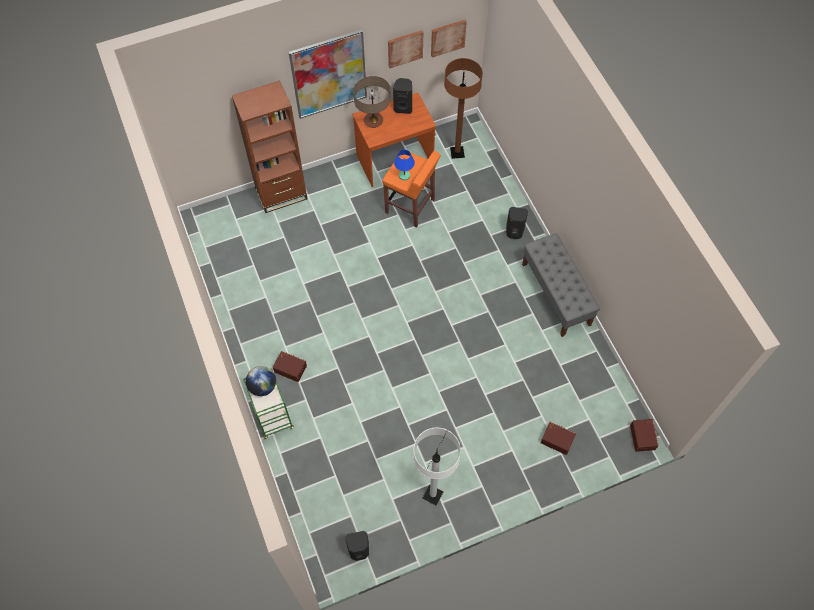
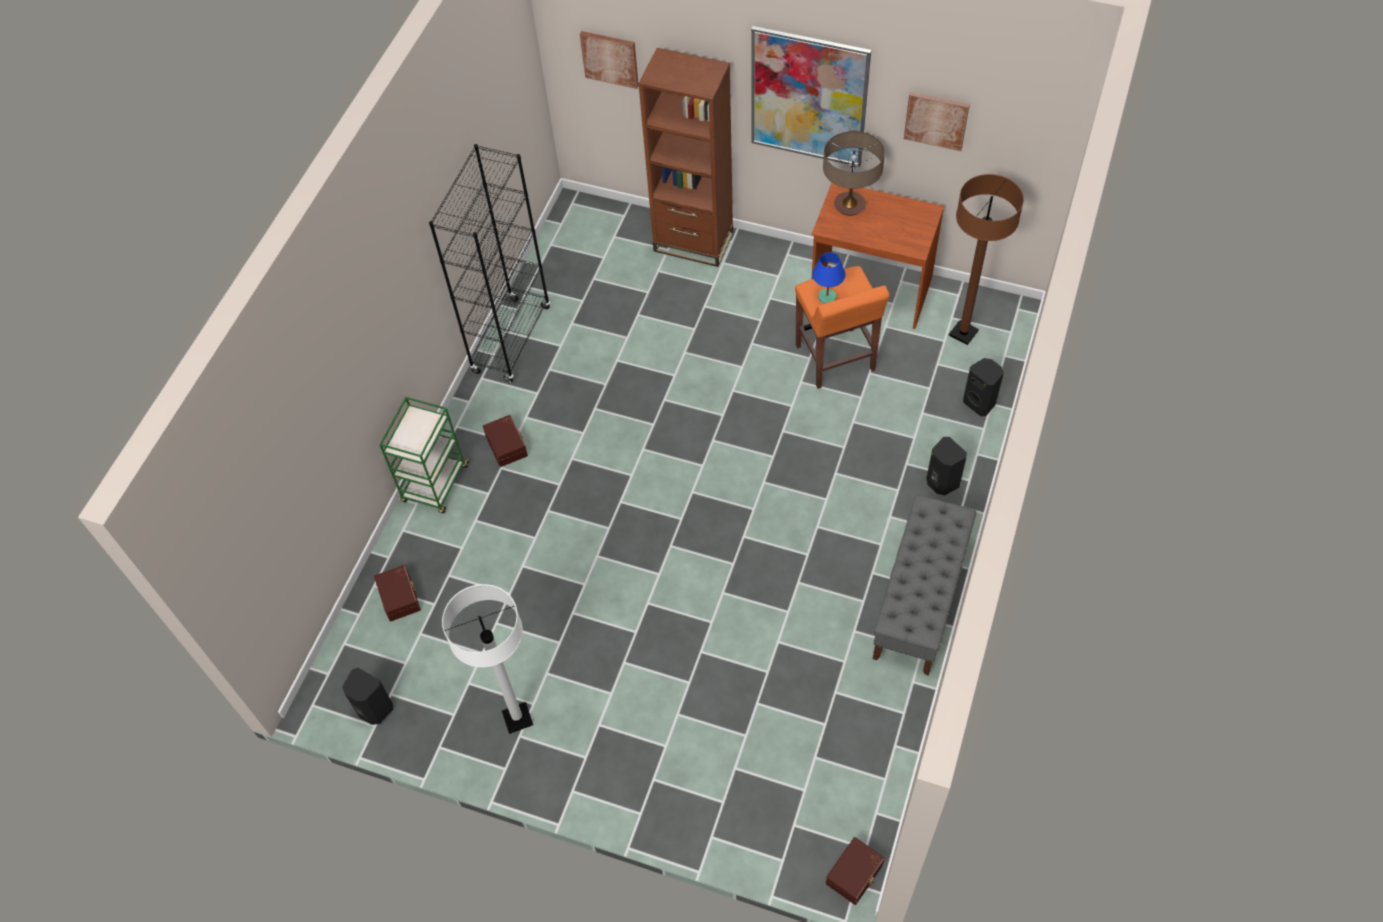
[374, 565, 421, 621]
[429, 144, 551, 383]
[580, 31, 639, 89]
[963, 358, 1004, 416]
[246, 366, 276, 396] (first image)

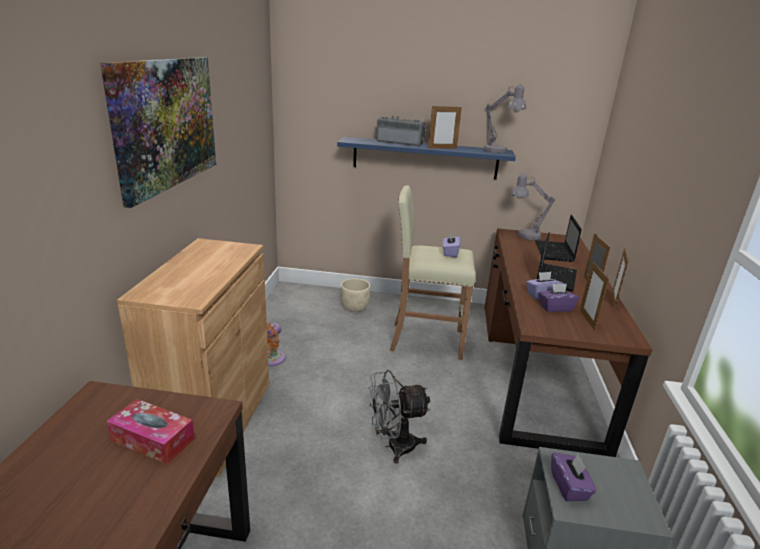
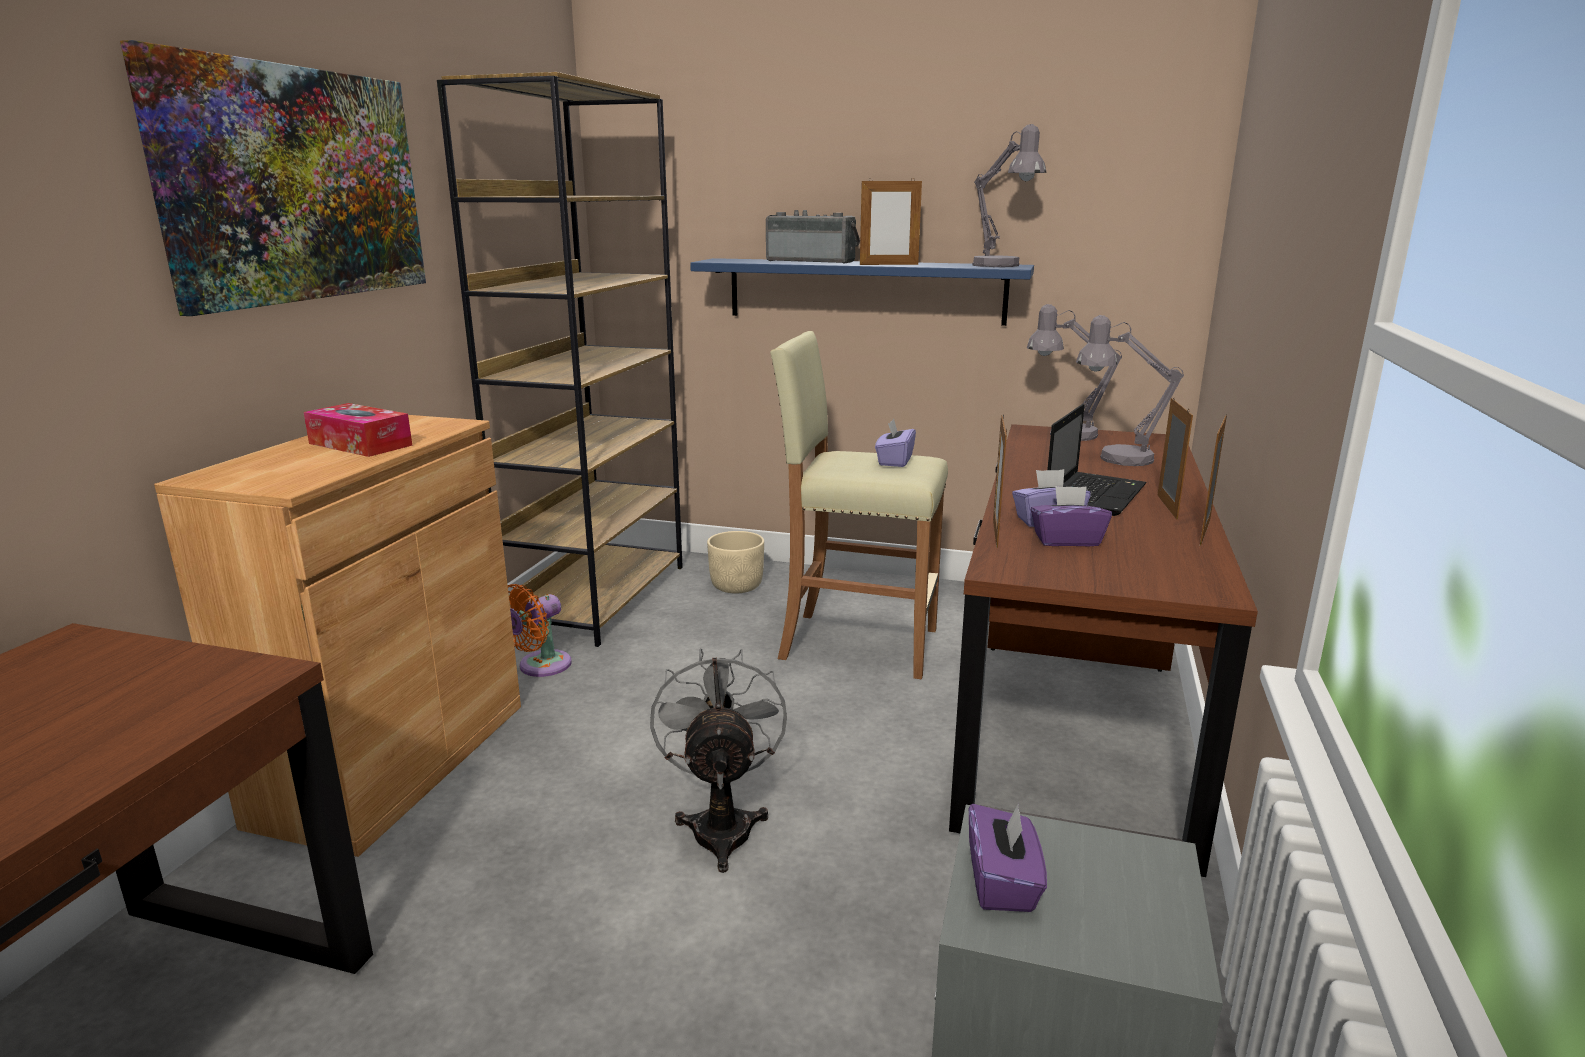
[303, 403, 412, 457]
[437, 72, 683, 647]
[650, 648, 787, 873]
[993, 414, 1007, 548]
[1076, 315, 1184, 466]

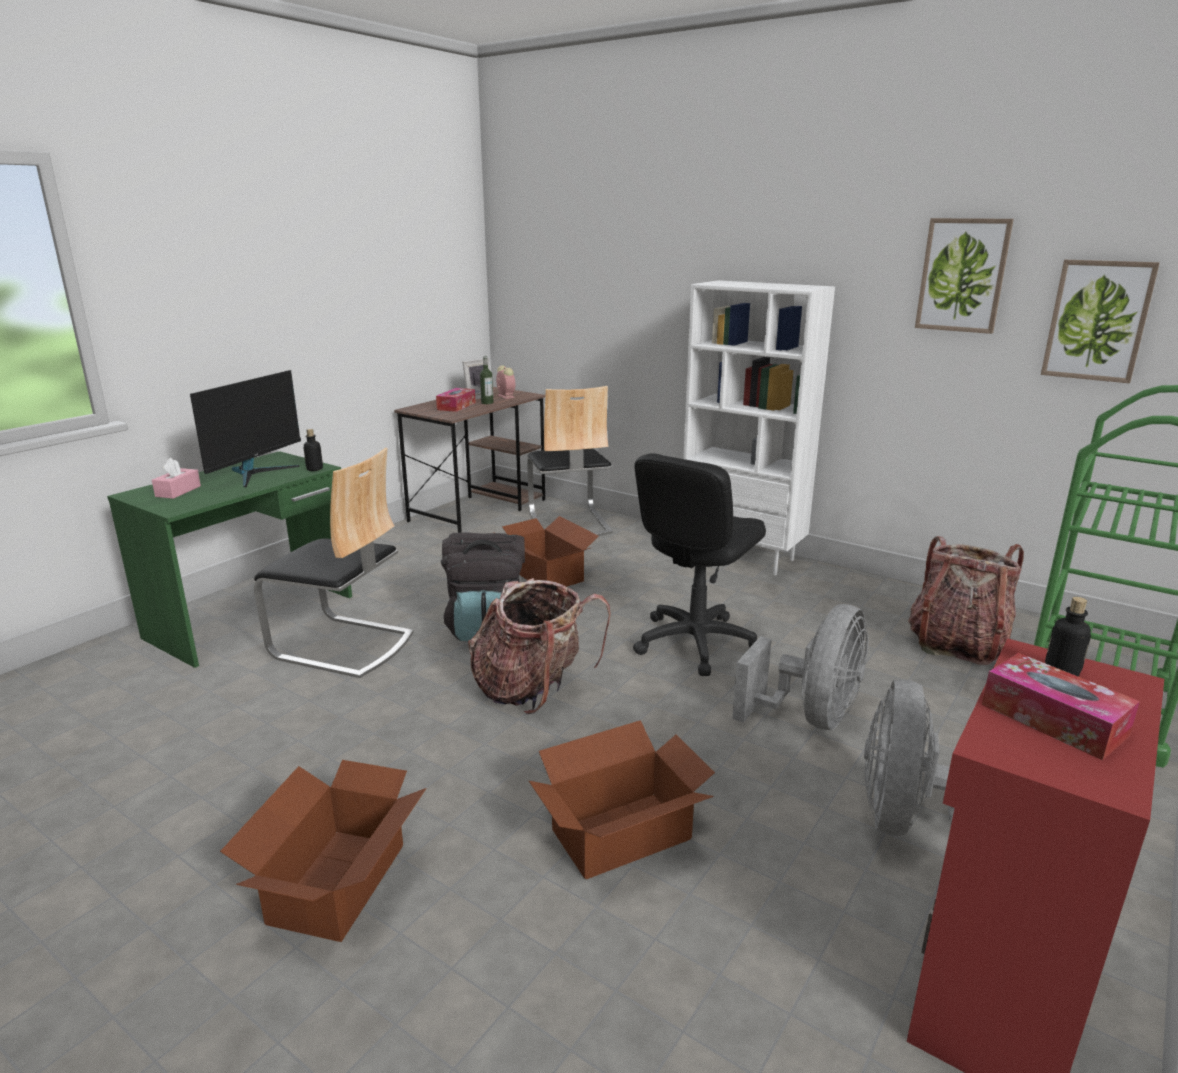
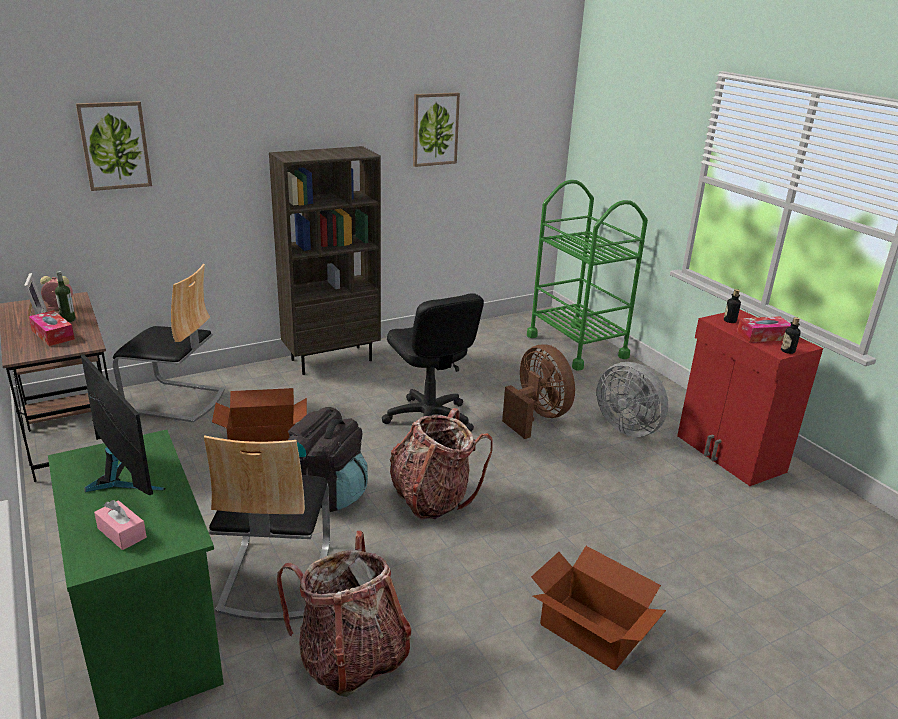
[76, 101, 152, 191]
[204, 436, 330, 621]
[269, 146, 381, 375]
[277, 531, 411, 697]
[502, 344, 575, 439]
[781, 317, 801, 354]
[529, 720, 715, 879] (first image)

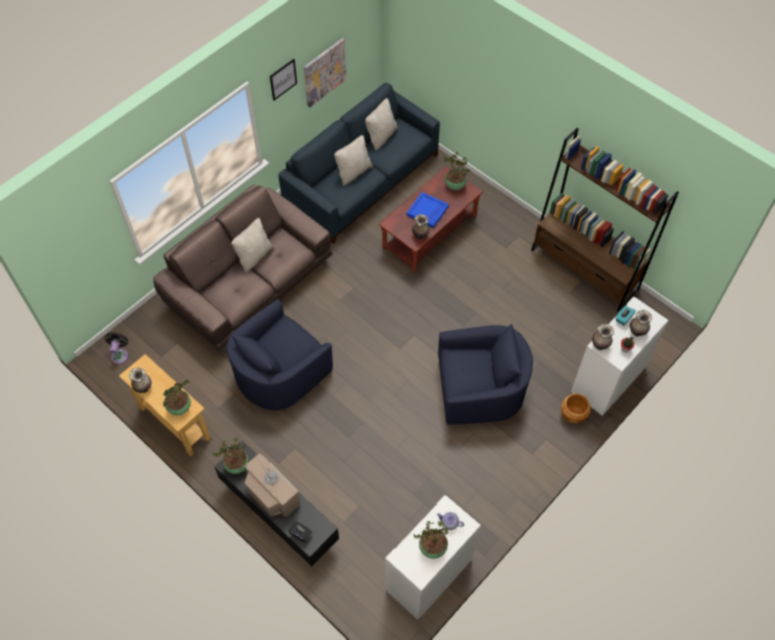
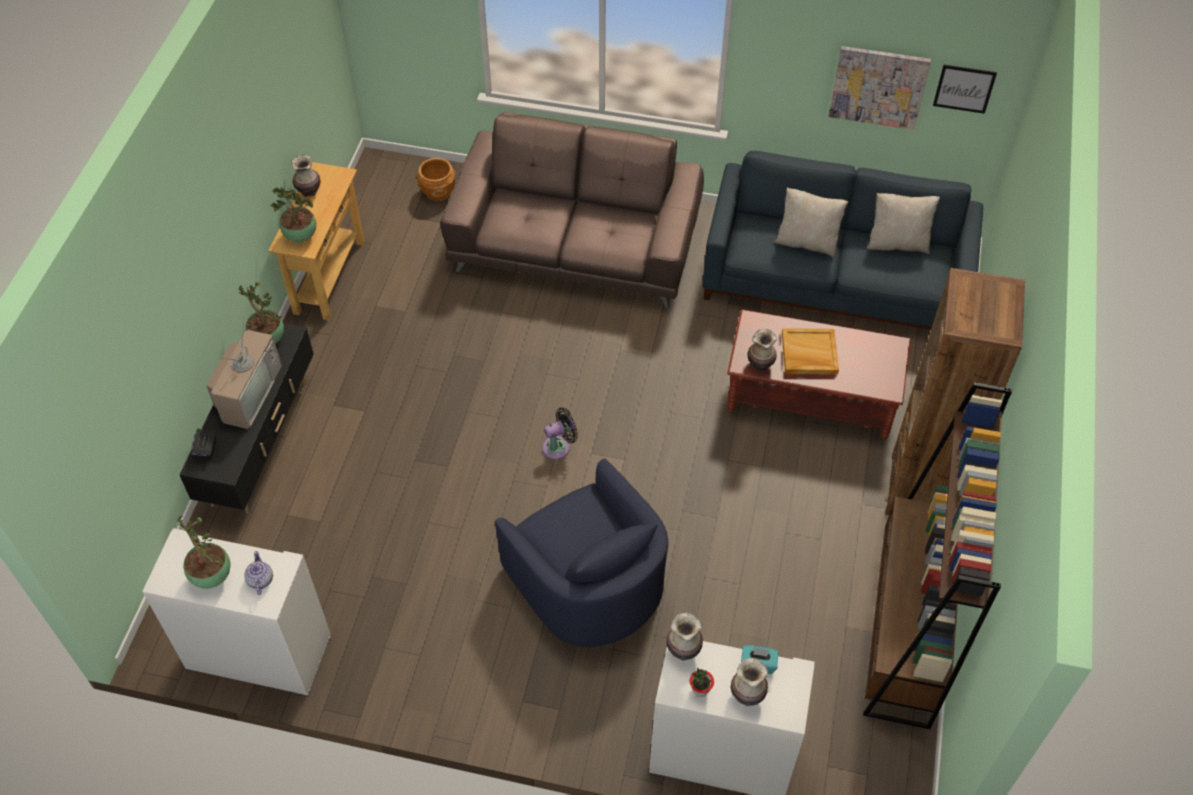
[417, 158, 456, 201]
[542, 407, 578, 460]
[782, 328, 839, 375]
[885, 268, 1025, 515]
[933, 65, 997, 114]
[226, 299, 333, 411] (first image)
[231, 218, 274, 273] (first image)
[444, 152, 470, 190] (first image)

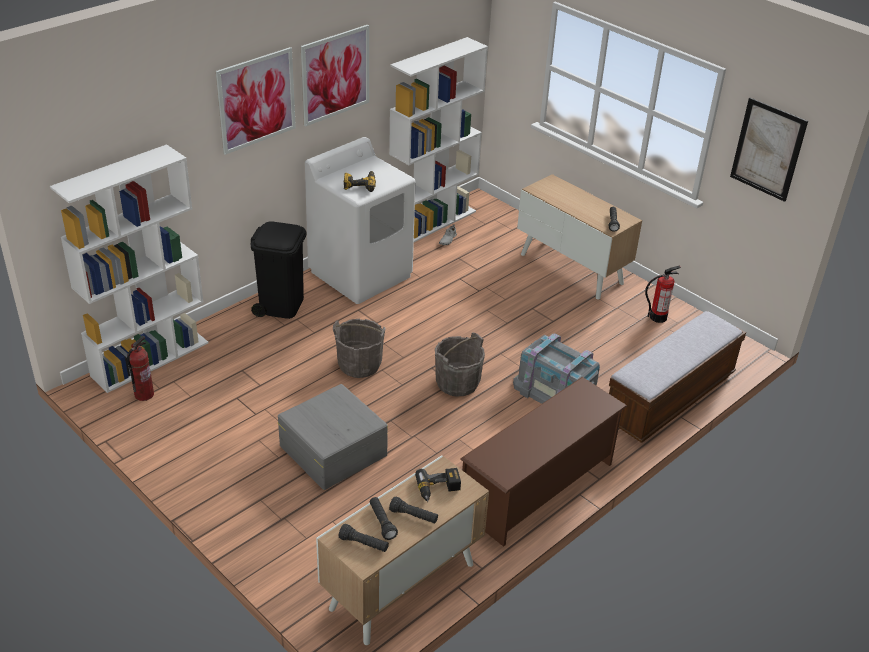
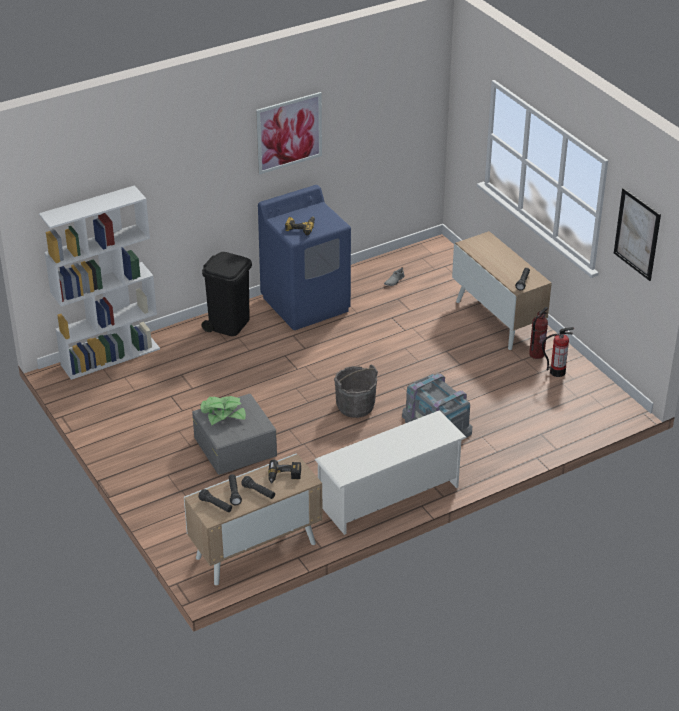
[200, 396, 246, 425]
[258, 185, 351, 330]
[314, 410, 467, 535]
[529, 307, 548, 359]
[216, 47, 296, 155] (first image)
[333, 319, 385, 378] (first image)
[389, 37, 488, 242] (first image)
[609, 311, 746, 443] (first image)

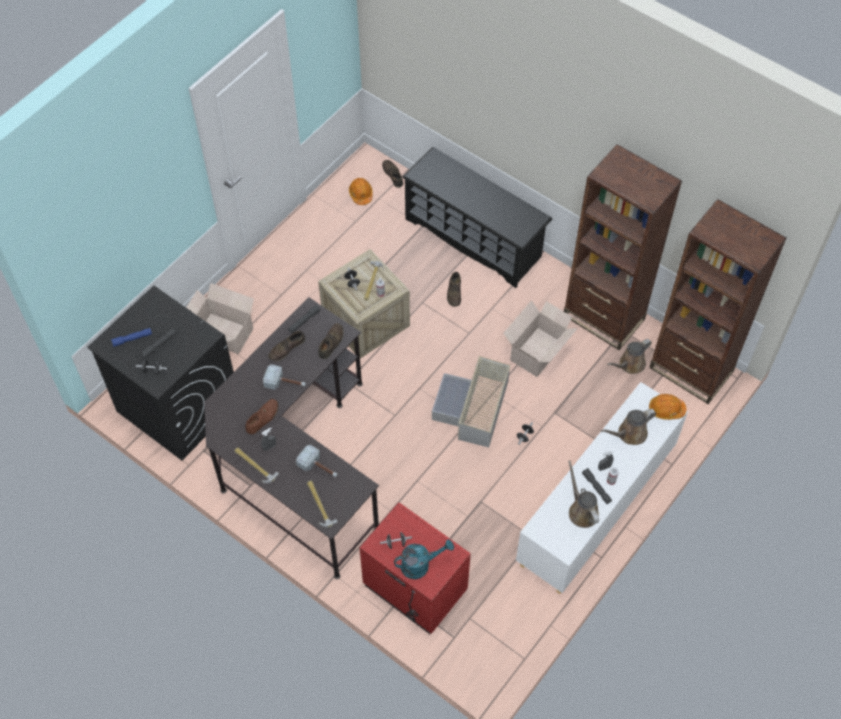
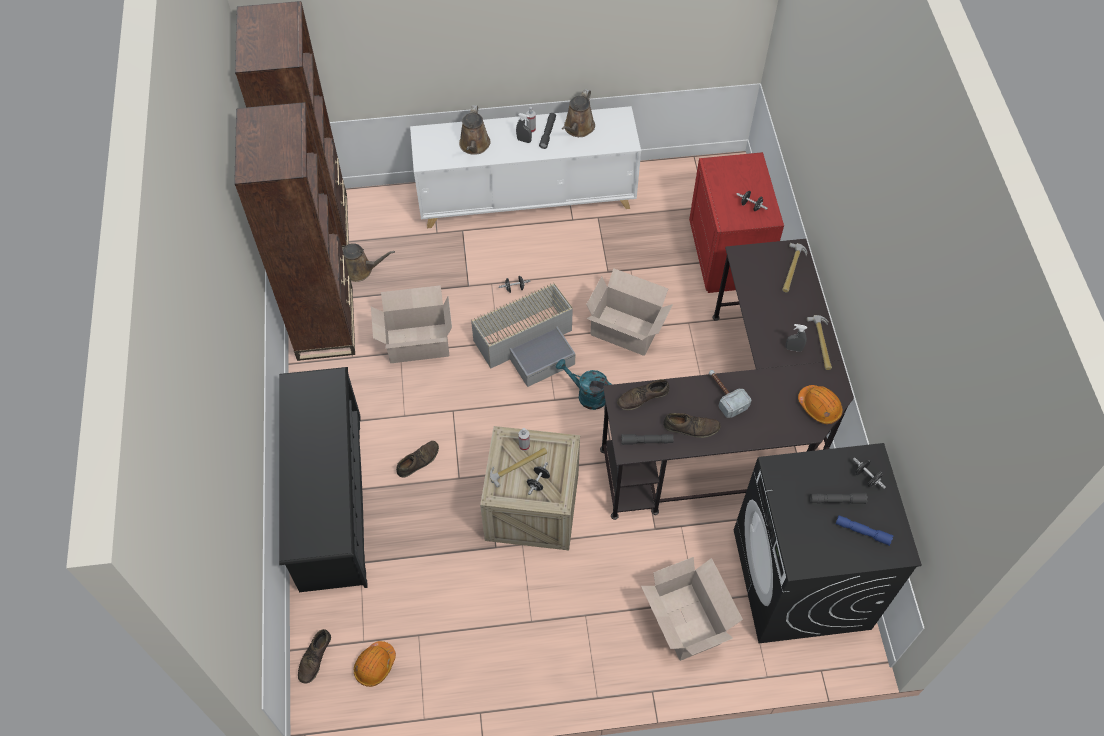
[459, 105, 491, 155]
[556, 359, 612, 410]
[586, 268, 673, 356]
[798, 385, 843, 424]
[245, 399, 278, 434] (first image)
[296, 445, 337, 477] (first image)

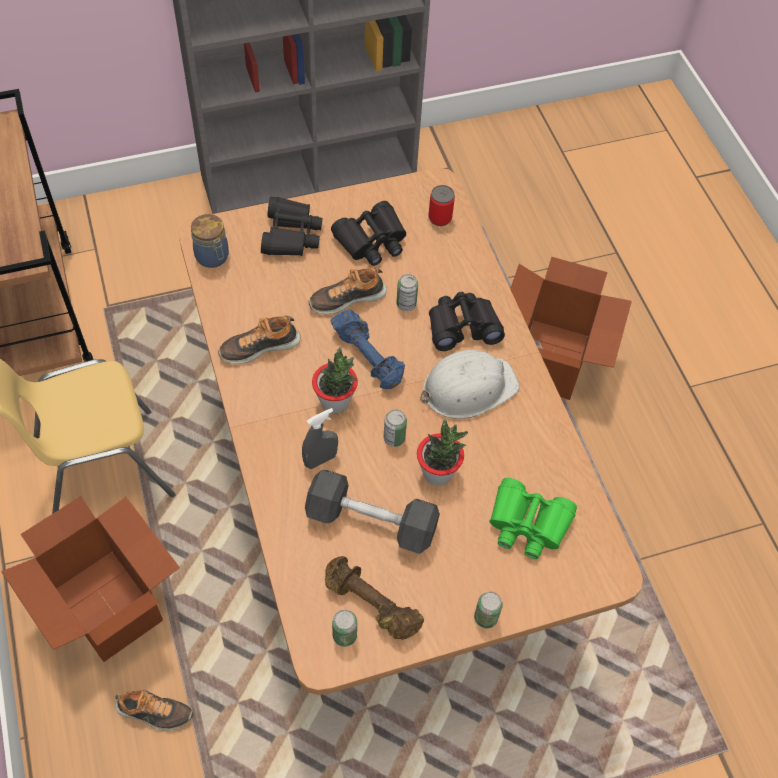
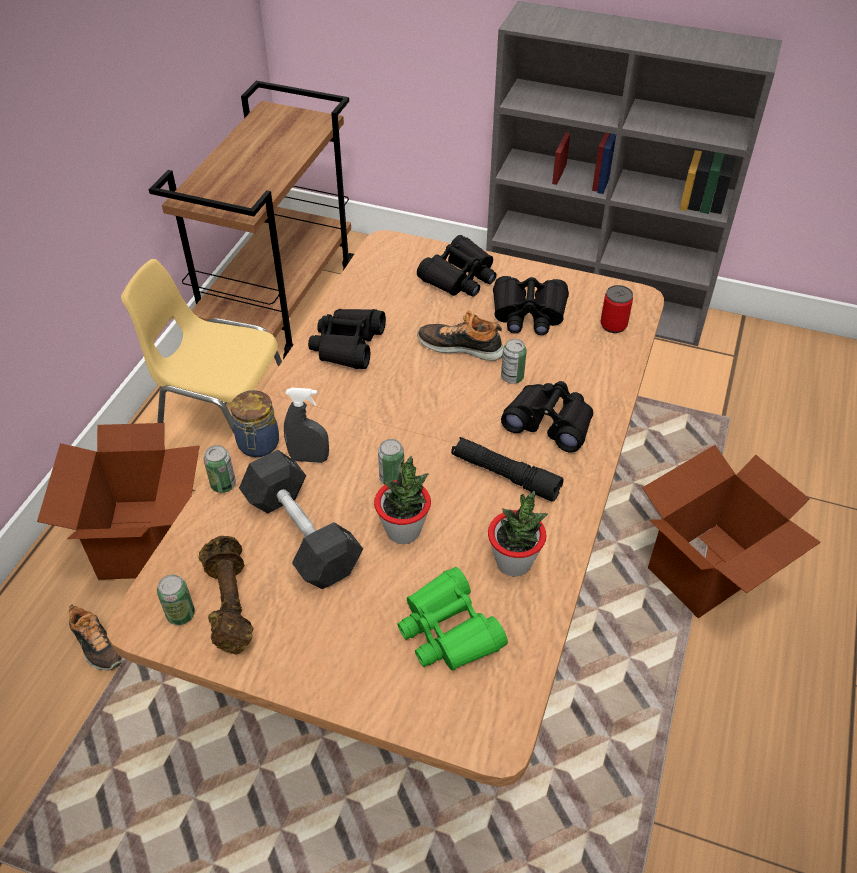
[204, 445, 236, 493]
[231, 390, 279, 457]
[308, 309, 386, 369]
[451, 437, 564, 501]
[488, 491, 548, 576]
[331, 310, 405, 389] (first image)

